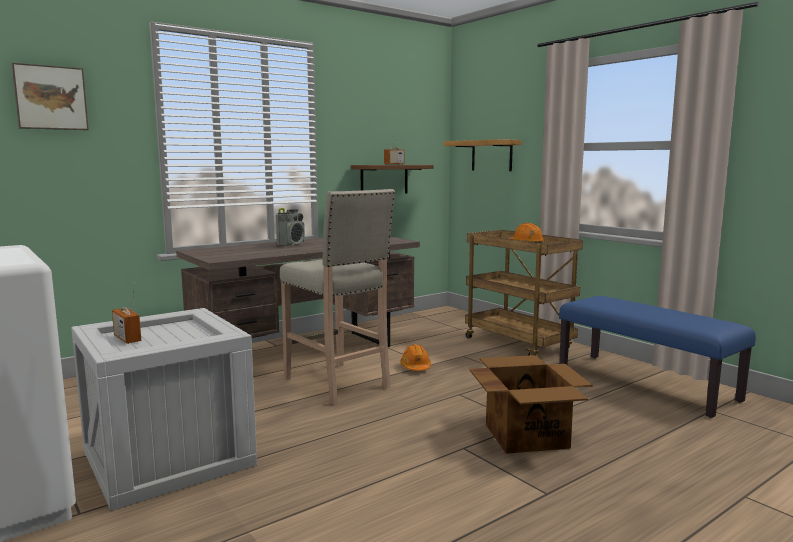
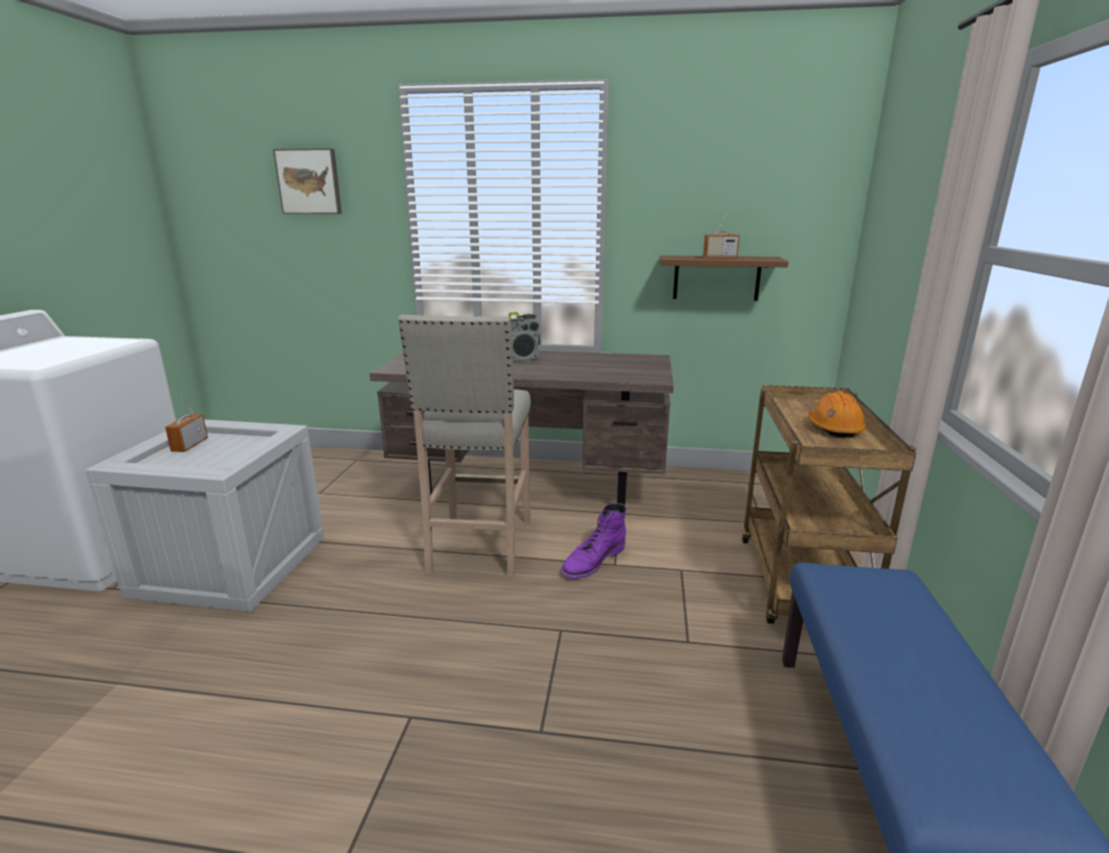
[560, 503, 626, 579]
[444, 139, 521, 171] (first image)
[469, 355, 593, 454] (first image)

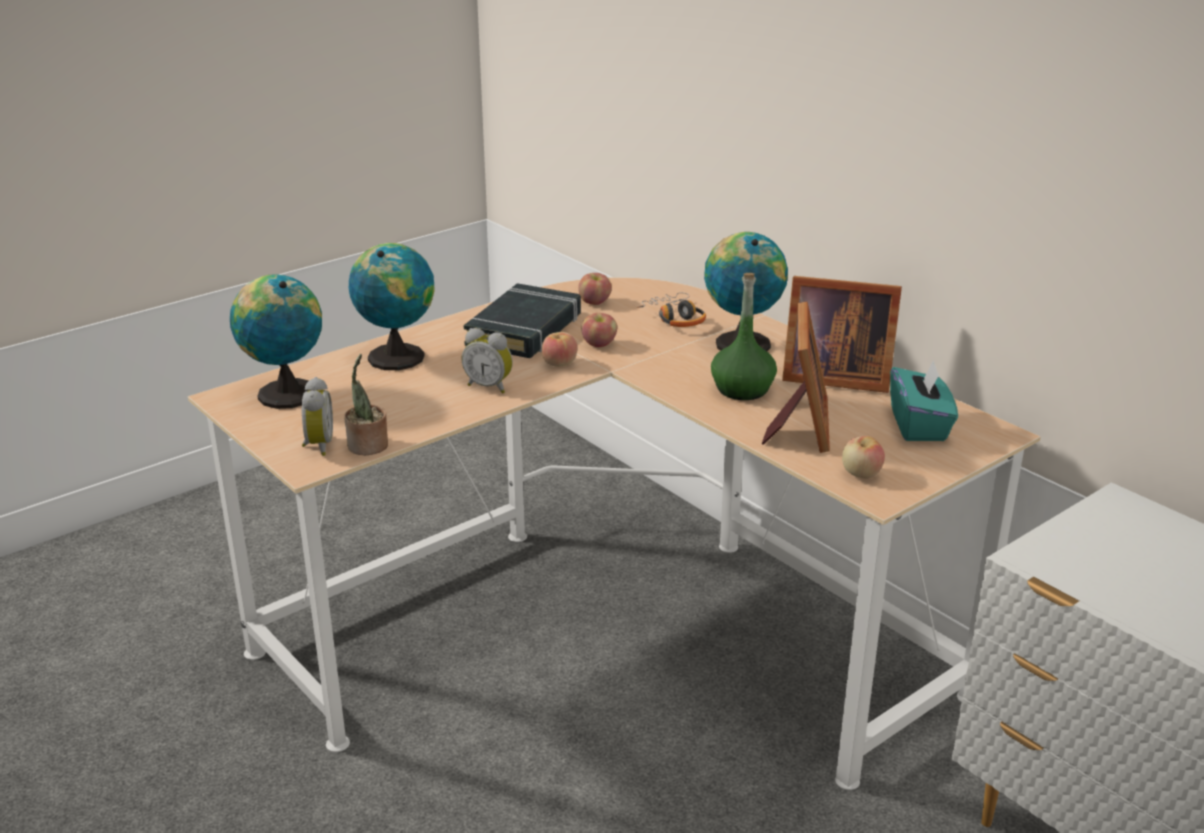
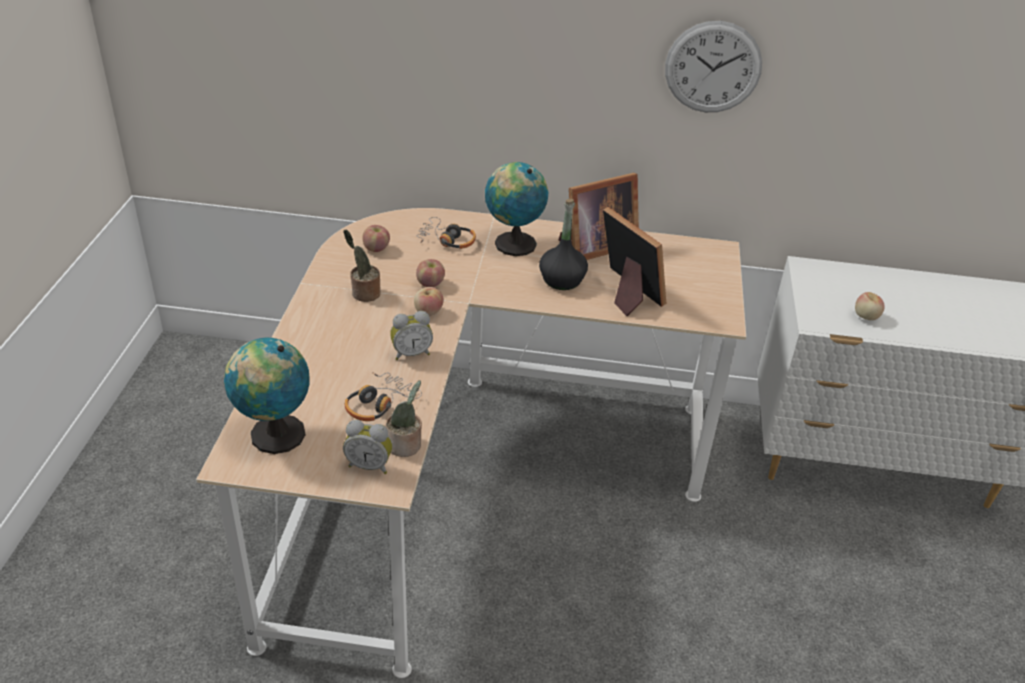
[343, 229, 381, 302]
[343, 420, 392, 474]
[345, 372, 422, 421]
[539, 199, 588, 290]
[665, 21, 762, 112]
[855, 292, 885, 320]
[349, 243, 435, 370] (first image)
[890, 360, 958, 441] (first image)

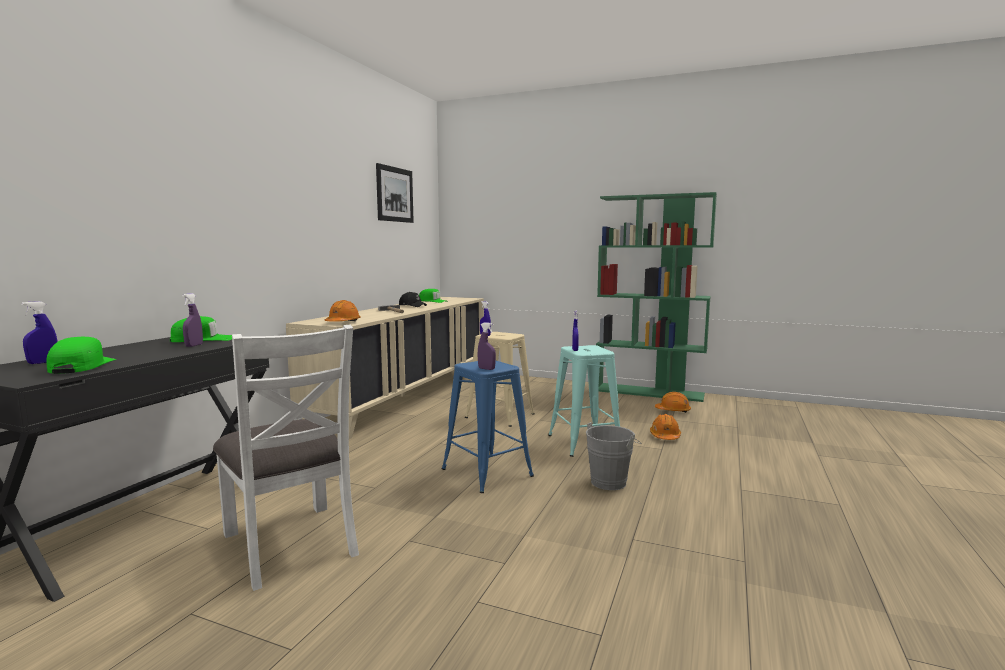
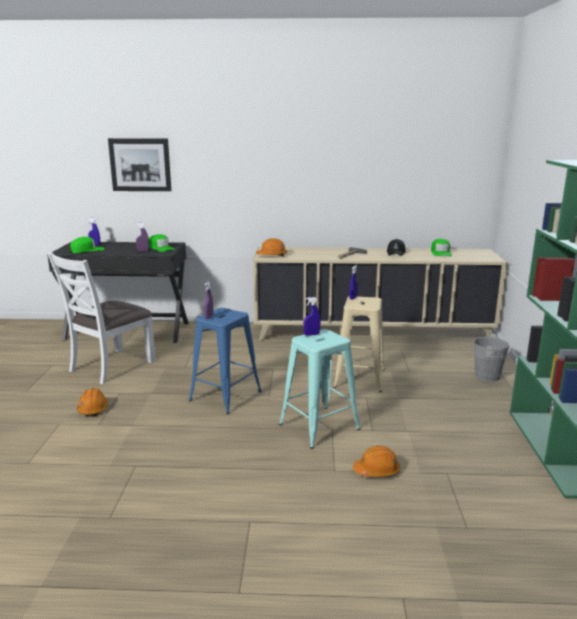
[77, 388, 108, 417]
[108, 138, 171, 191]
[474, 334, 515, 382]

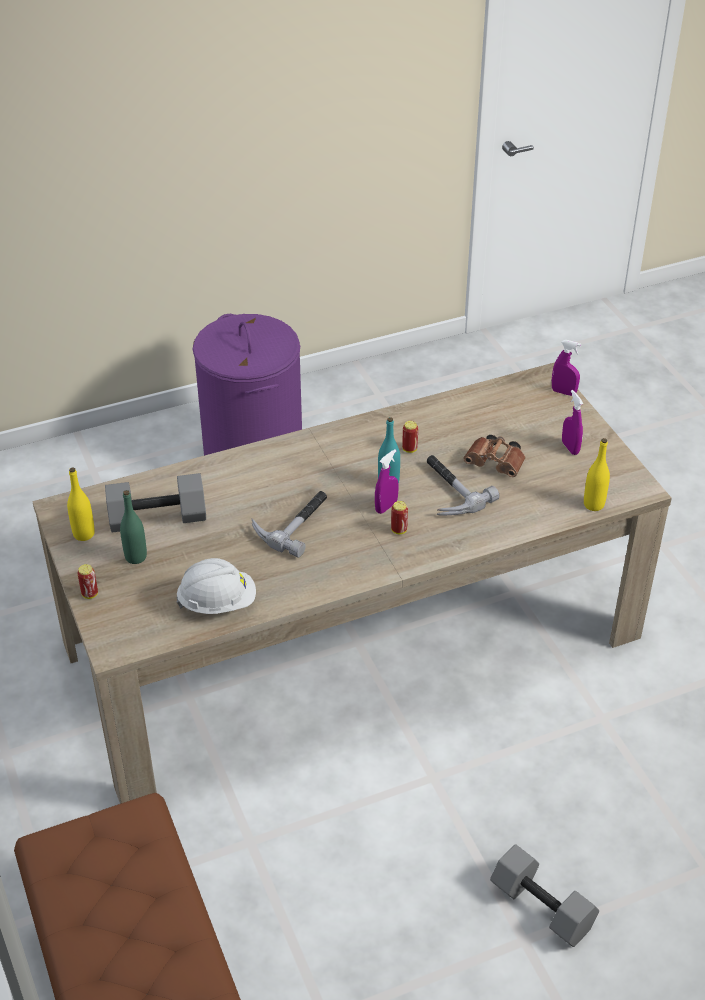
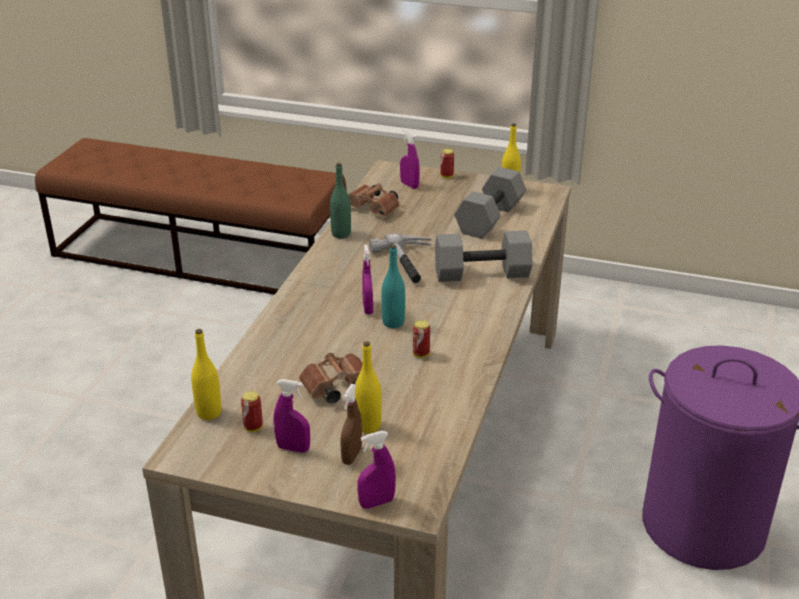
[241, 391, 263, 432]
[330, 163, 351, 238]
[341, 384, 362, 465]
[348, 183, 399, 217]
[355, 341, 382, 433]
[400, 129, 420, 189]
[435, 230, 532, 282]
[427, 455, 499, 515] (first image)

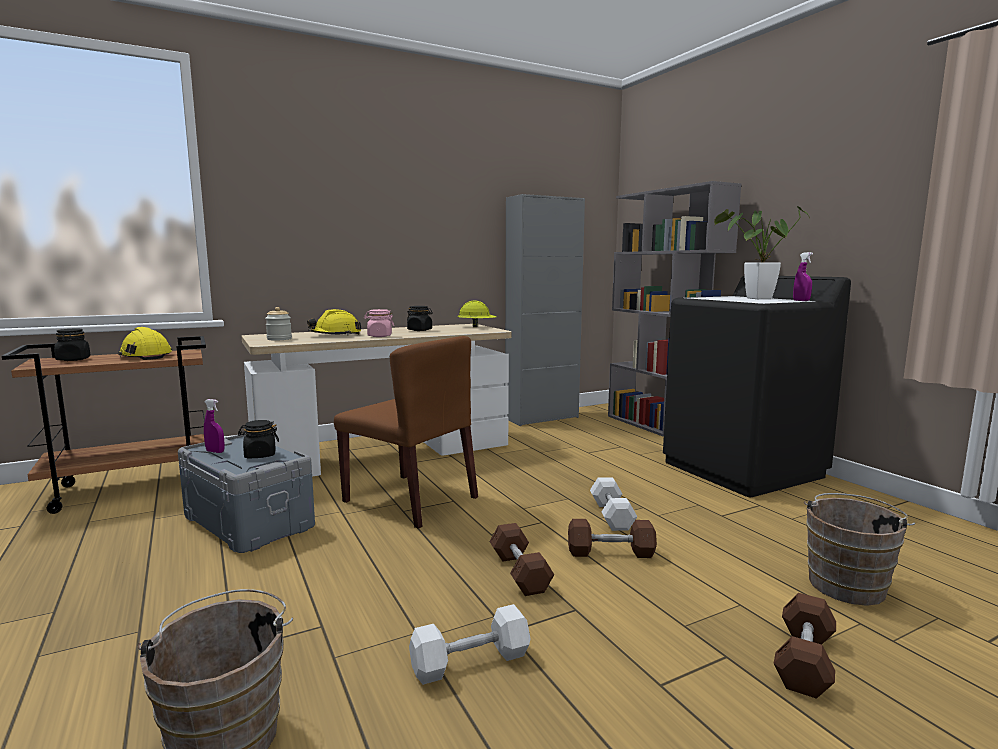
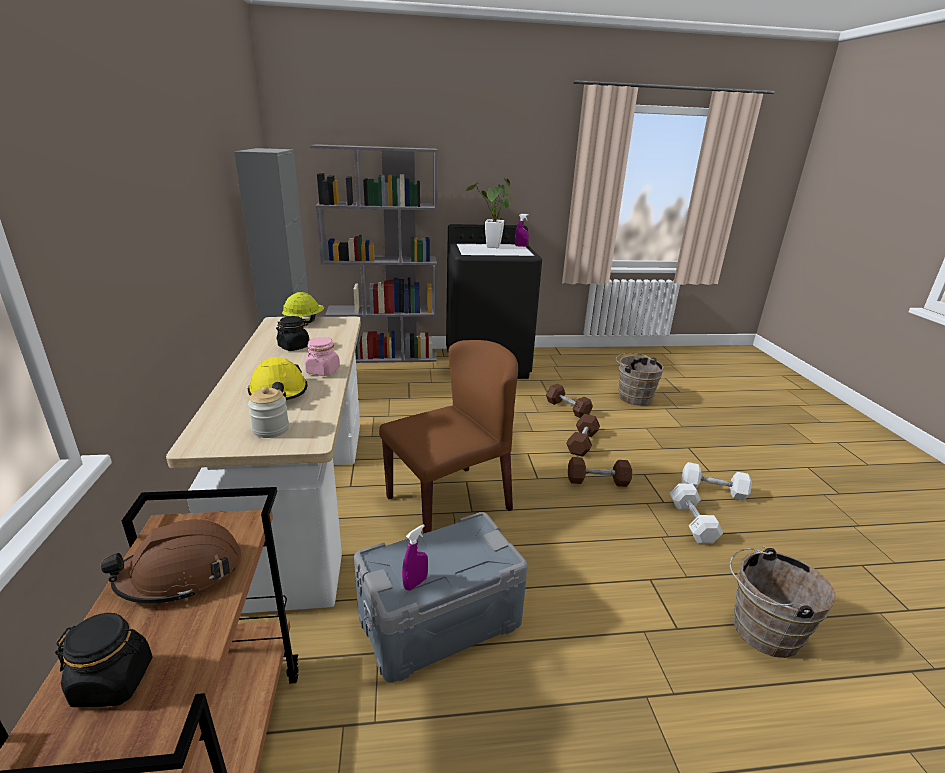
[101, 520, 241, 603]
[546, 384, 593, 418]
[682, 462, 752, 501]
[238, 420, 279, 458] (first image)

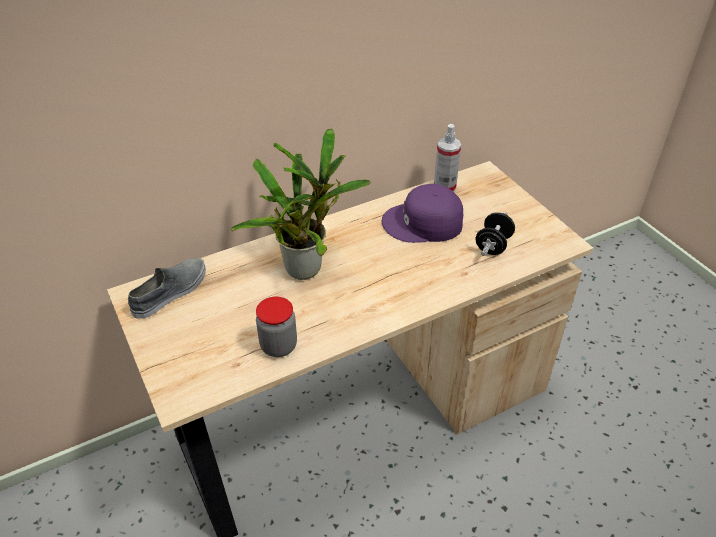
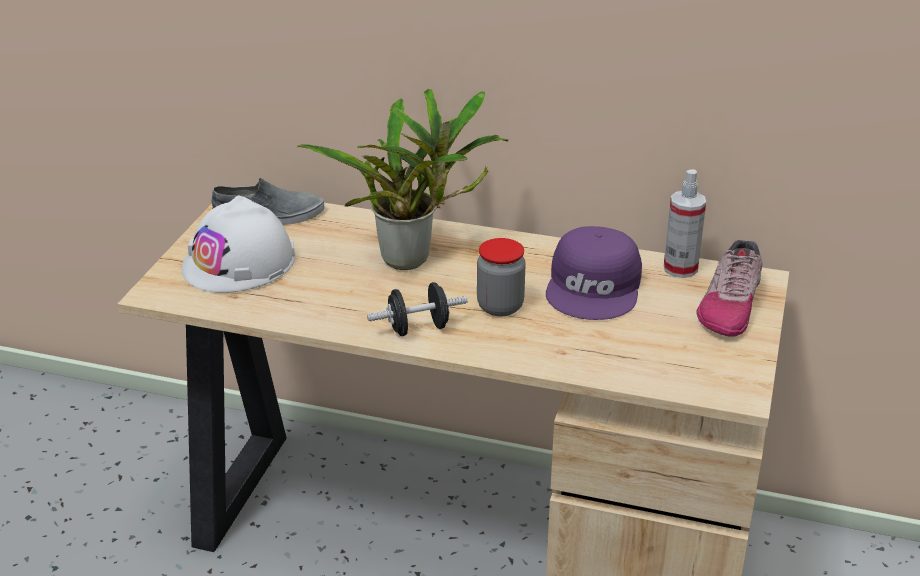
[181, 196, 295, 293]
[367, 282, 468, 336]
[477, 238, 526, 316]
[546, 226, 642, 320]
[696, 240, 762, 337]

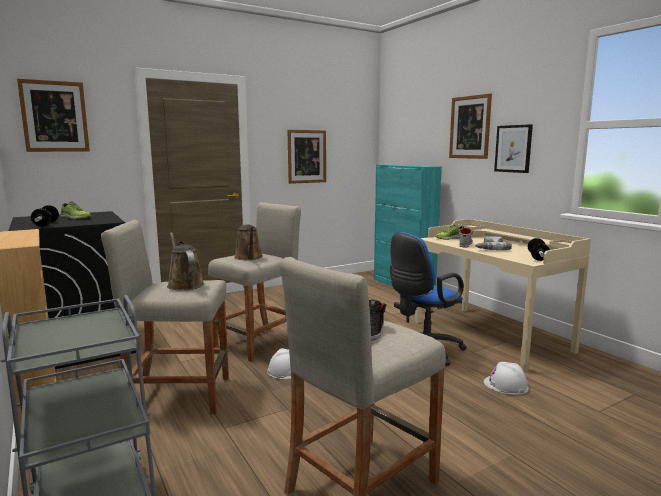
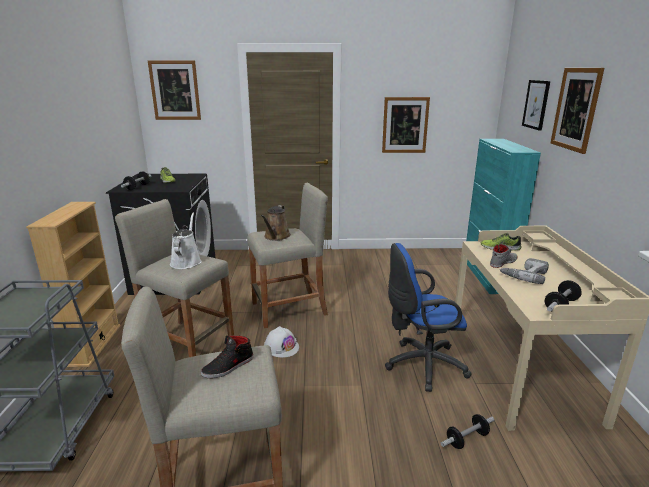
[170, 213, 202, 269]
[441, 414, 494, 449]
[522, 80, 550, 131]

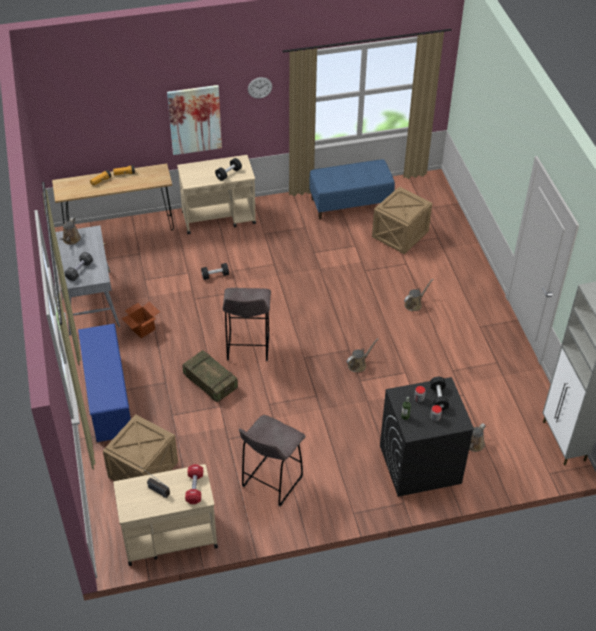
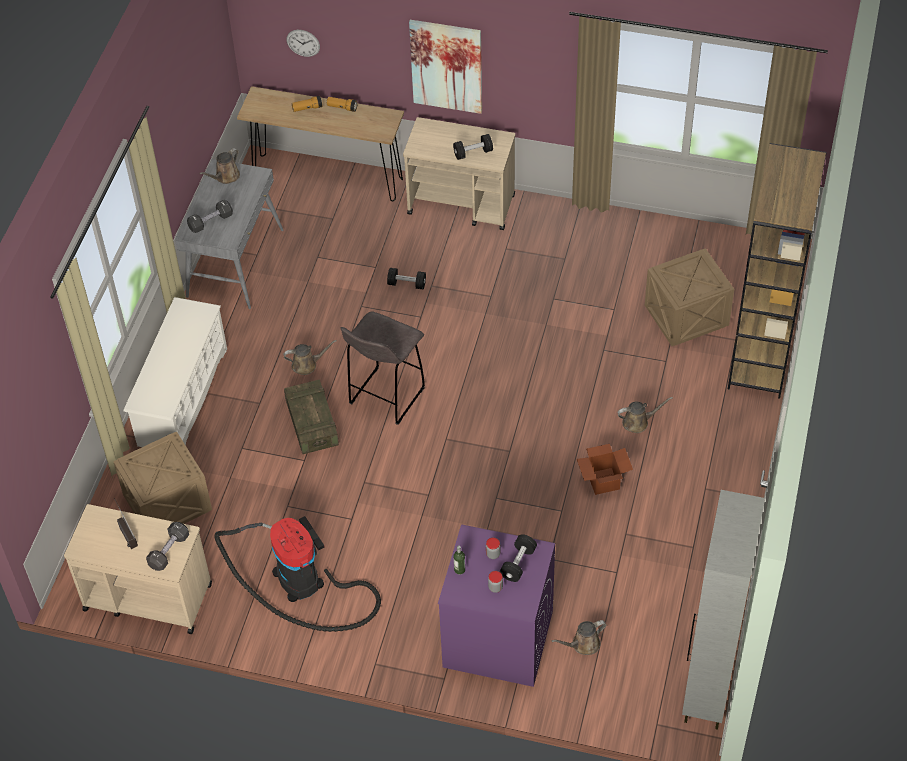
[123, 297, 227, 447]
[146, 522, 189, 571]
[214, 516, 381, 632]
[284, 340, 337, 375]
[286, 30, 320, 57]
[438, 524, 555, 687]
[577, 444, 633, 495]
[728, 143, 827, 399]
[309, 159, 395, 220] (first image)

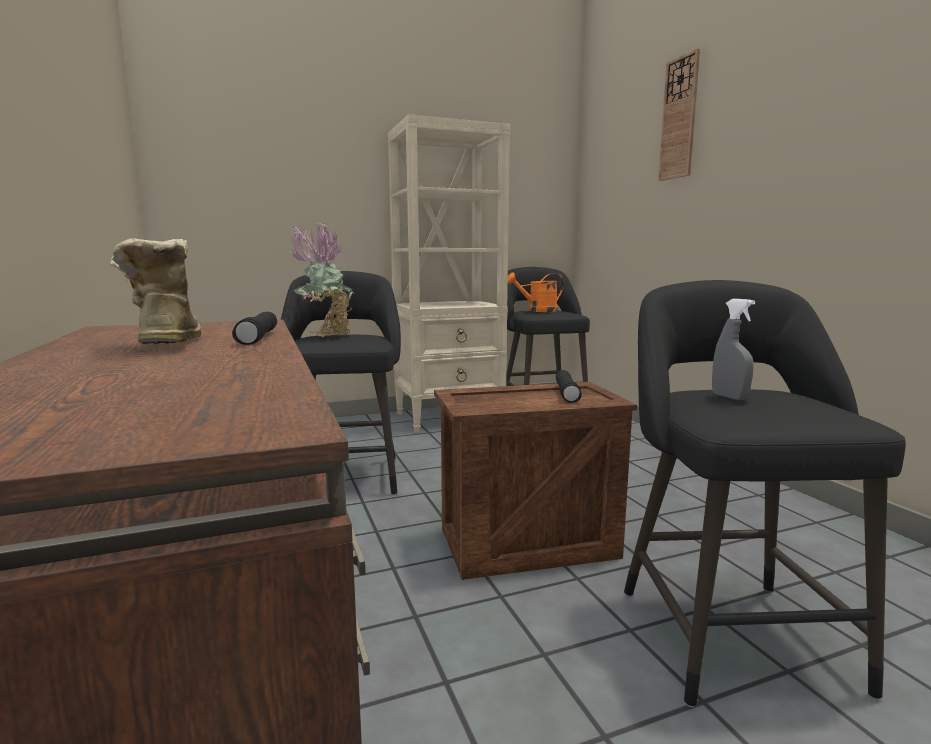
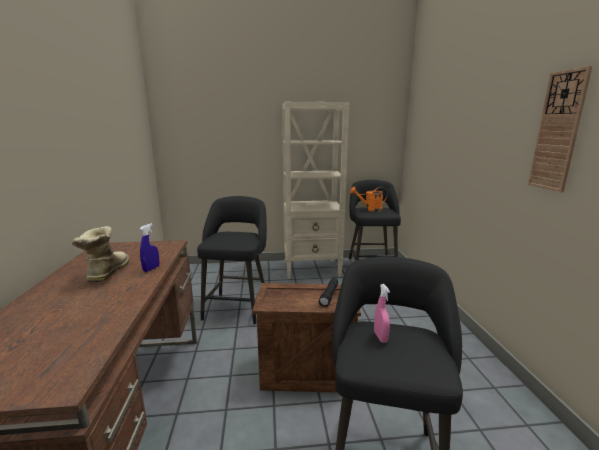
[140, 223, 160, 272]
[374, 284, 390, 343]
[528, 66, 593, 192]
[290, 223, 354, 337] (first image)

